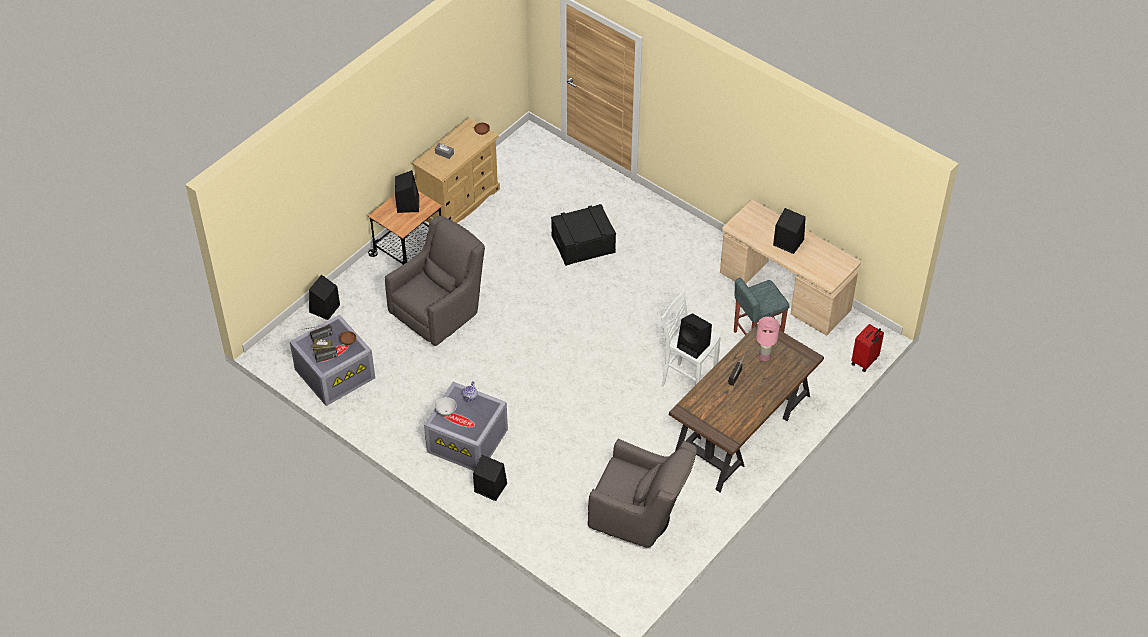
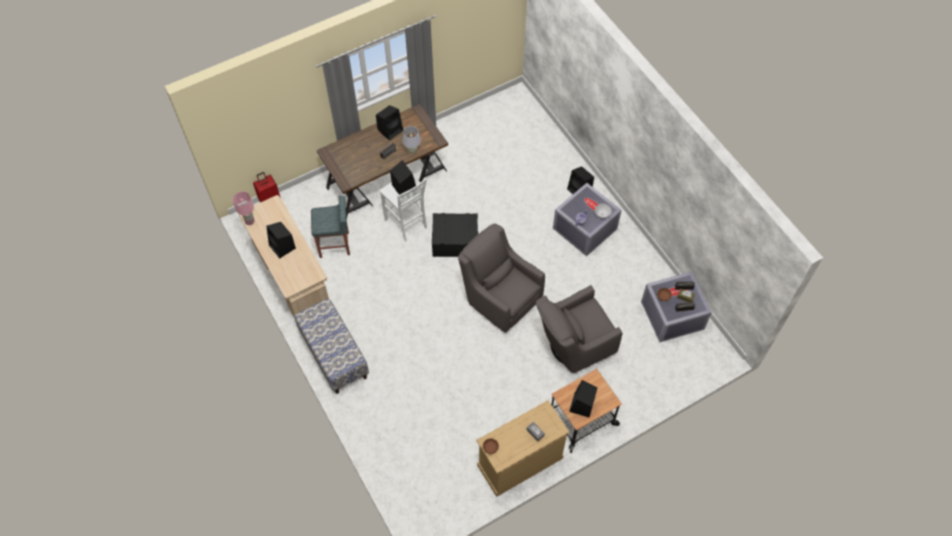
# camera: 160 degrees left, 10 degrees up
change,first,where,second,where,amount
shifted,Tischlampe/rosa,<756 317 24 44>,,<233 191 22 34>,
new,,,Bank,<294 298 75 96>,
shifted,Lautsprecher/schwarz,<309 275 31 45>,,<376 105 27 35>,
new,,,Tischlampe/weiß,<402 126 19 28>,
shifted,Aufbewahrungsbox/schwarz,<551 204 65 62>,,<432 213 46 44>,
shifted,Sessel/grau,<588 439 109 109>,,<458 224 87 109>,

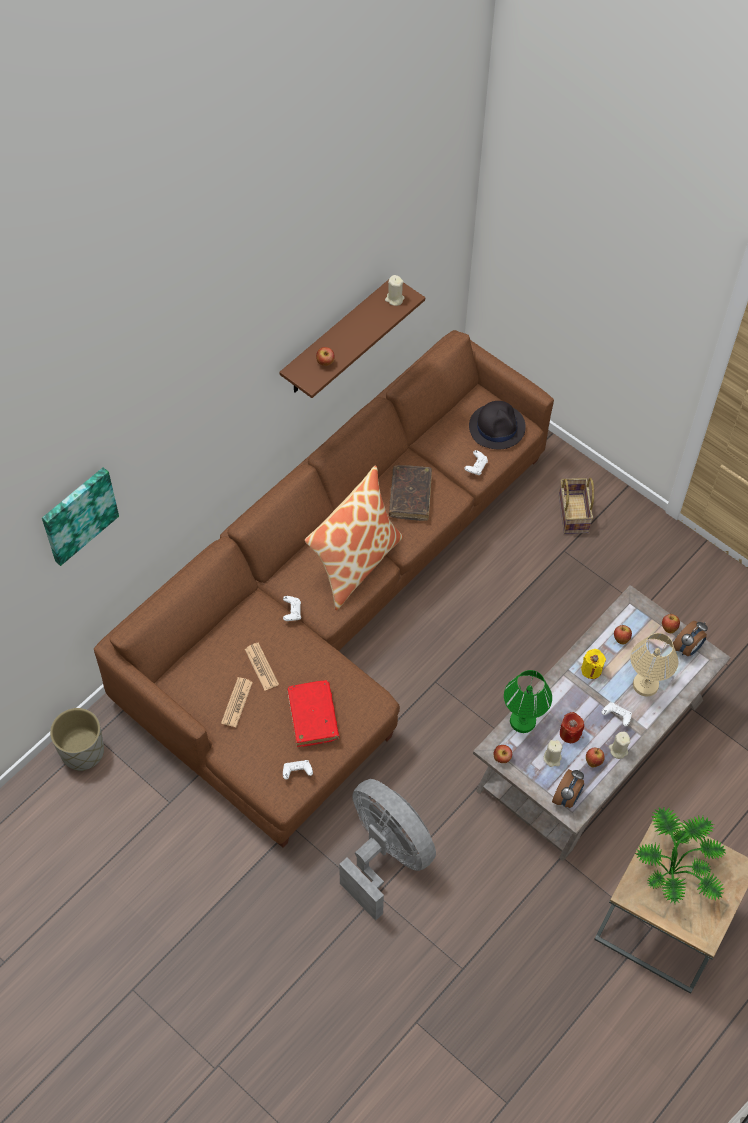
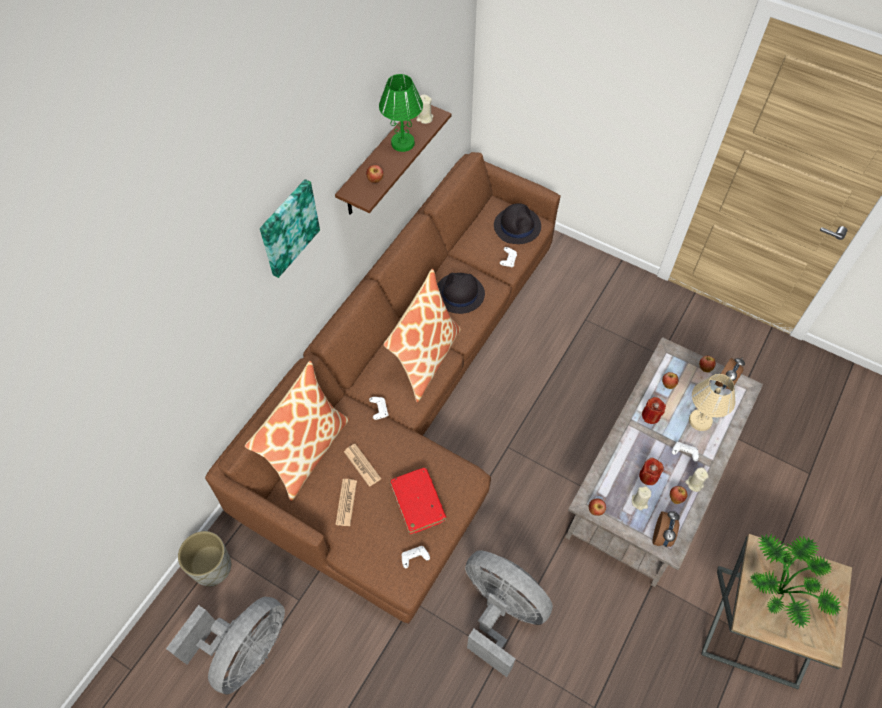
# camera: 10 degrees left, 0 degrees up
change,first,where,second,where,amount
new,,,Ventilator/grau,<166 597 119 98>,
new,,,Kissen,<245 361 104 140>,
shifted,Bild,<42 467 77 99>,,<260 179 60 99>,
shifted,Tischlampe/grün,<504 670 48 63>,,<379 74 44 78>,
swapped,Buch/braun,<389 465 43 56>,Hut/schwarz,<437 273 48 41>,
repainted,Kerze/gelb,<581 649 25 30>,Kerze/rot,<642 397 24 27>,
gone,Korb,<559 478 35 56>,,,

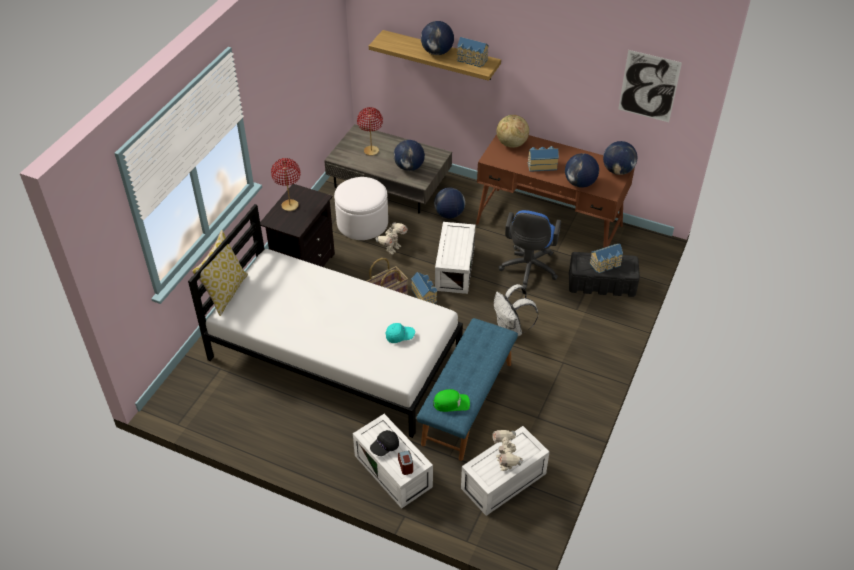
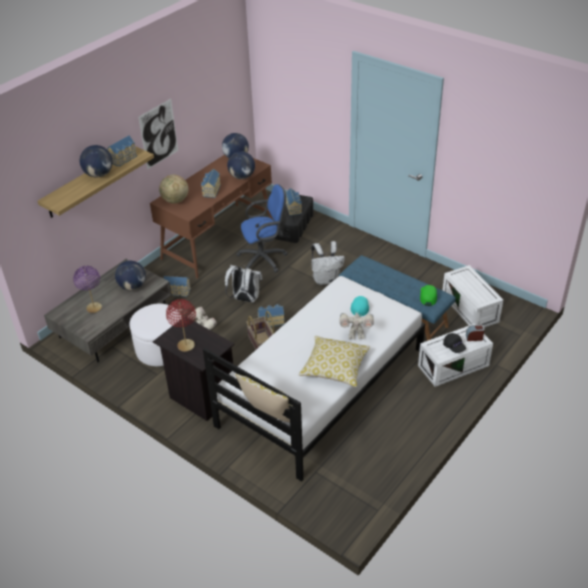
# camera: 75 degrees left, 5 degrees down
change,first,where,second,where,amount
repainted,Tischlampe/rot,<357 107 26 49>,Tischlampe/lila,<73 266 29 47>,
shifted,Bild,<618 50 64 72>,,<138 99 40 71>,
swapped,Globus,<434 188 31 31>,Spielzeughaus,<164 276 27 21>,
swapped,Aufbewahrungsbox/weiß,<435 222 40 72>,Rucksack/weiß,<225 265 38 38>,
rotated,Bürostuhl/blau,<499 210 62 79>,,<236 184 52 89>,45 degrees counterclockwise
new,,,Kissen,<299 336 71 51>,
shifted,Spielzeugroboter,<492 430 31 41>,,<339 313 35 27>,

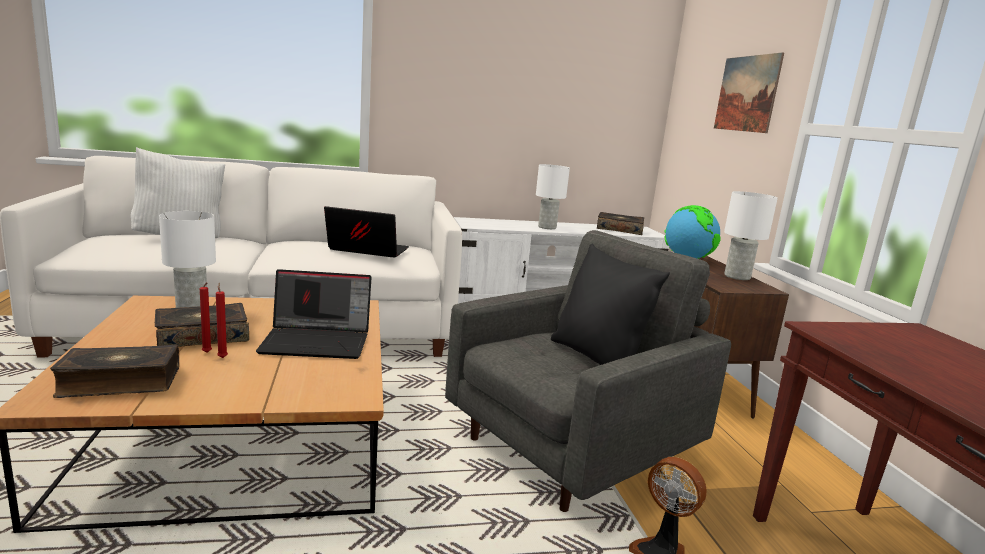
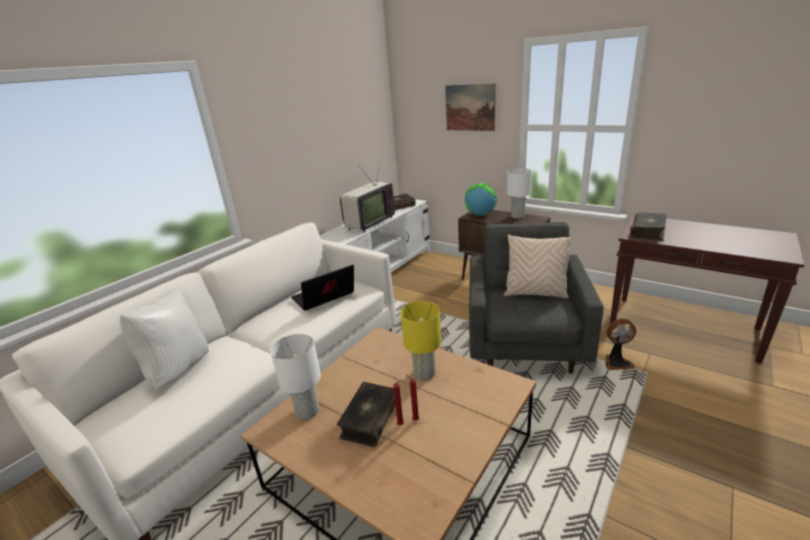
# camera: 40 degrees left, 10 degrees up
change,first,where,second,where,amount
swapped,Tischlampe/weiß,<536 164 34 65>,Fernseher,<340 155 55 78>,
swapped,Laptop,<256 269 116 90>,Tischlampe/gelb,<401 301 40 79>,
repainted,Kissen/schwarz,<551 244 119 121>,Kissen/beige,<504 234 68 64>,
shifted,Buch,<50 345 129 53>,,<630 212 37 29>,

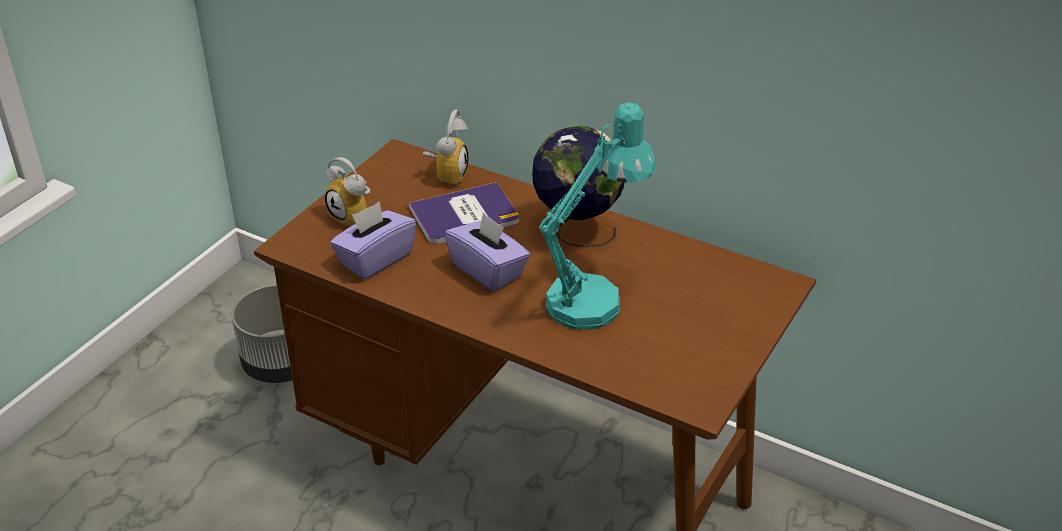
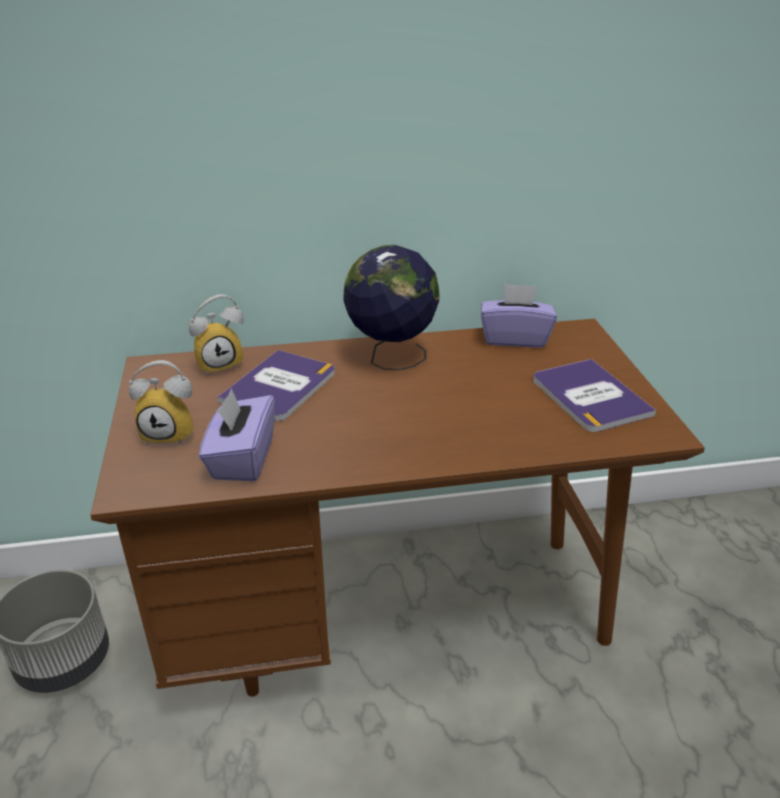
# camera: 40 degrees left, 5 degrees down
change,first,where,second,where,amount
rotated,Wecker,<423 110 46 76>,,<189 294 55 82>,90 degrees clockwise
shifted,Taschentuchbox/lila,<445 212 85 80>,,<481 283 76 65>,
new,,,Buch,<533 359 123 73>,
gone,Tischlampe/türkis,<539 103 117 227>,,,

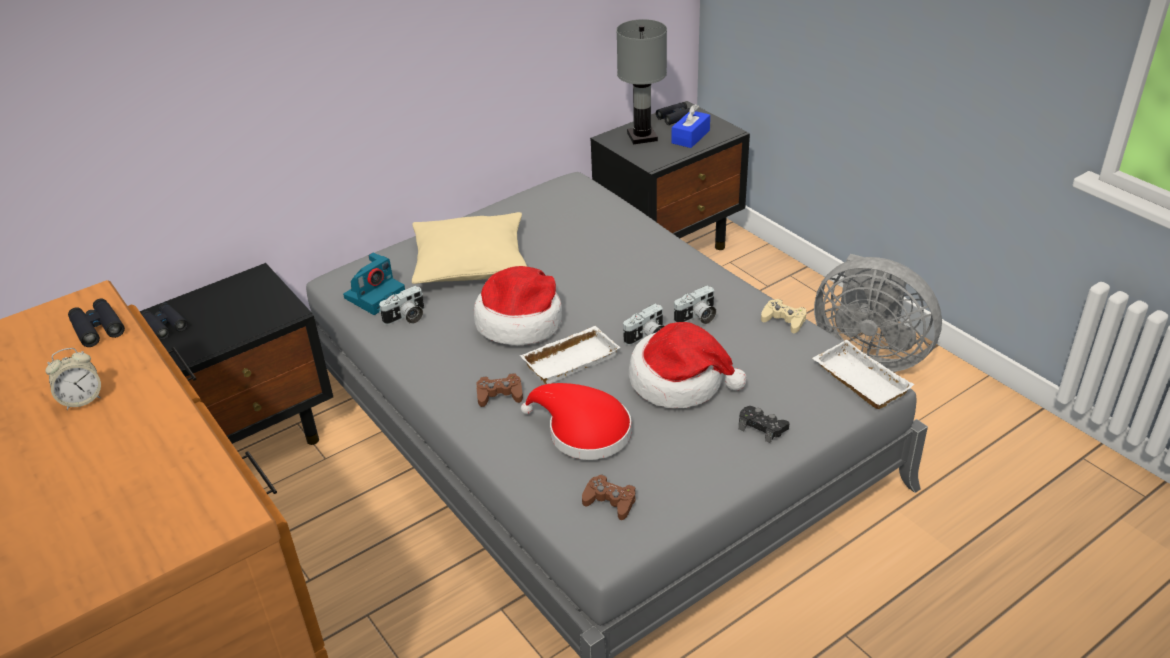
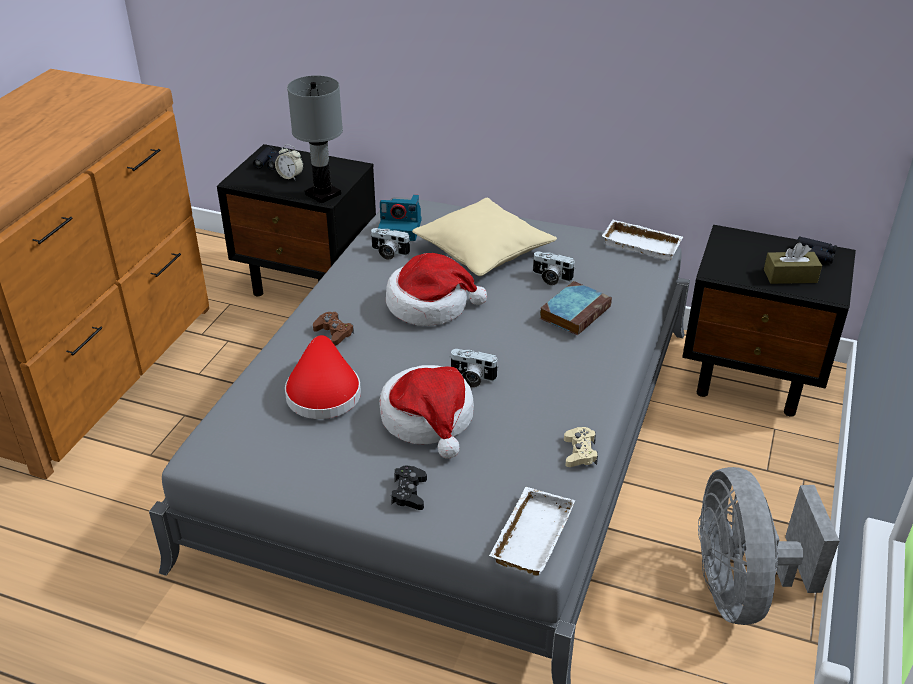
# camera: 55 degrees right, 0 degrees up
change,first,where,second,where,amount
shifted,Wecker,<45 348 56 62>,,<275 145 28 36>,
shifted,Tischlampe/grau,<616 19 51 125>,,<287 75 56 128>,
shifted,Kamera,<674 286 43 38>,,<532 251 43 35>,
new,,,Buch,<540 281 72 54>,
shifted,Tablett/weiß,<520 326 100 58>,,<602 219 81 41>,
repainted,Taschentuchbox/blau,<671 104 39 44>,Taschentuchbox/braun,<764 242 58 42>,
gone,Fernglas/schwarz,<68 299 57 48>,,,
gone,Gamepad/braun,<582 474 54 46>,,,

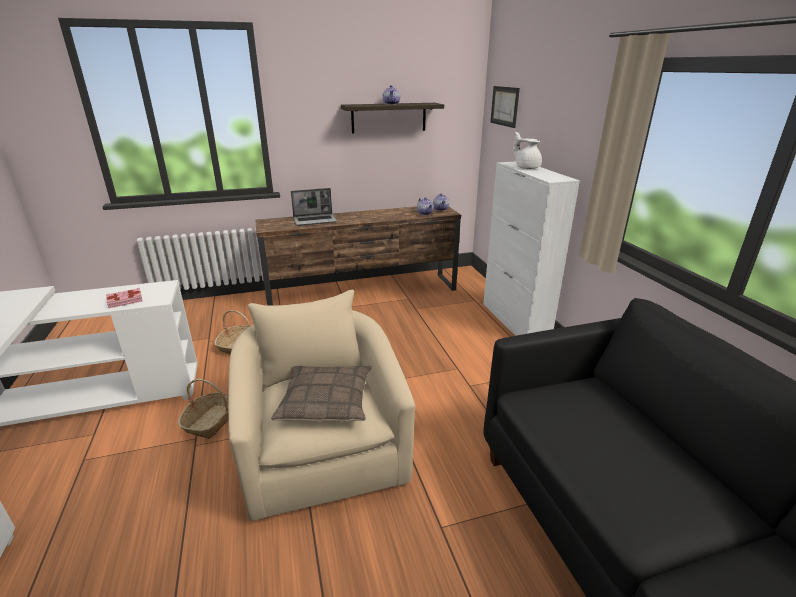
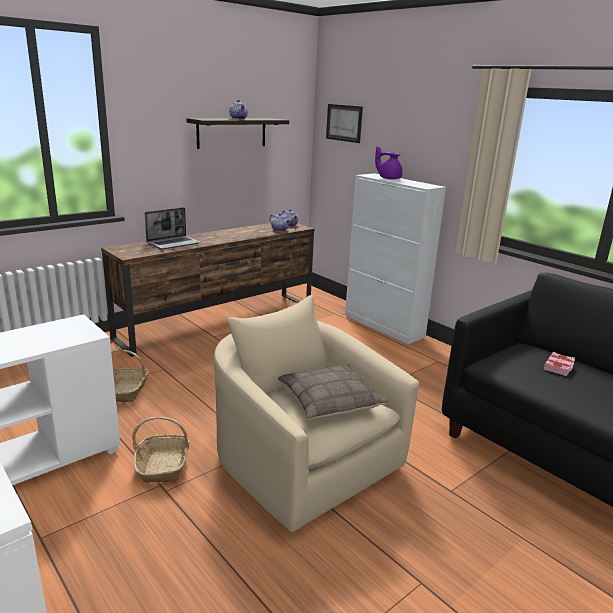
# camera: 25 degrees left, 5 degrees down
change,first,where,second,where,amount
repainted,Teekanne/weiß,<514 132 28 37>,Teekanne/lila,<375 146 28 33>,
shifted,Buch/rosa,<106 288 37 20>,,<544 352 31 24>,

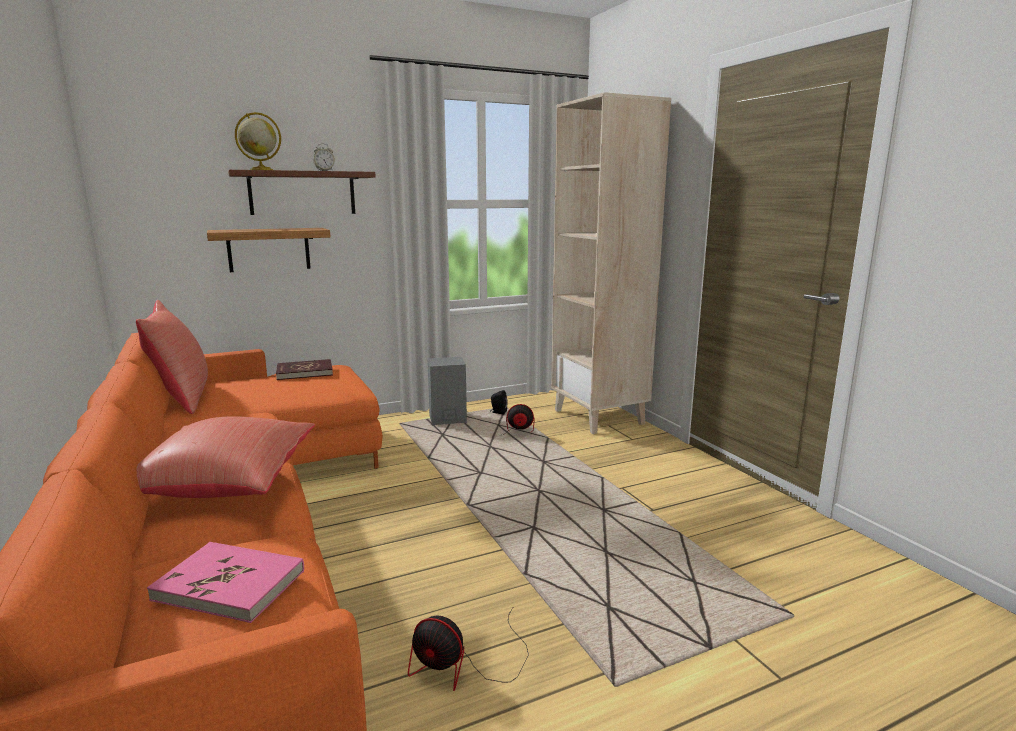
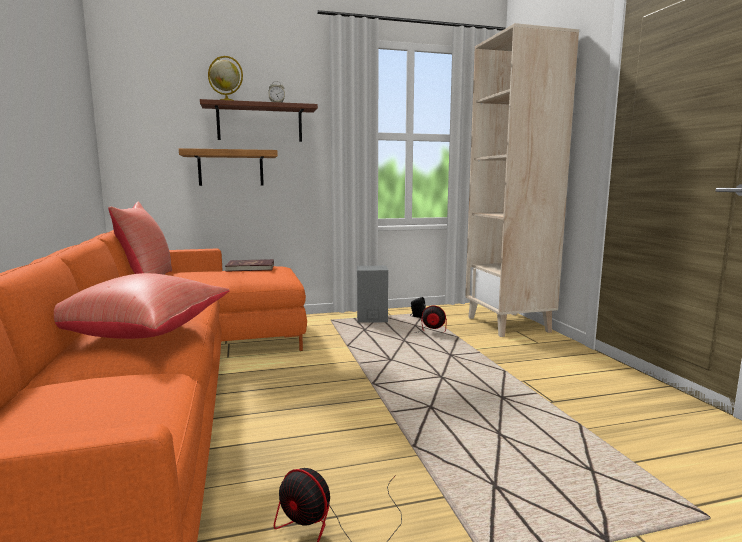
# camera: 10 degrees right, 5 degrees down
change,first,where,second,where,amount
gone,Buch/rosa,<147 542 157 81>,,,

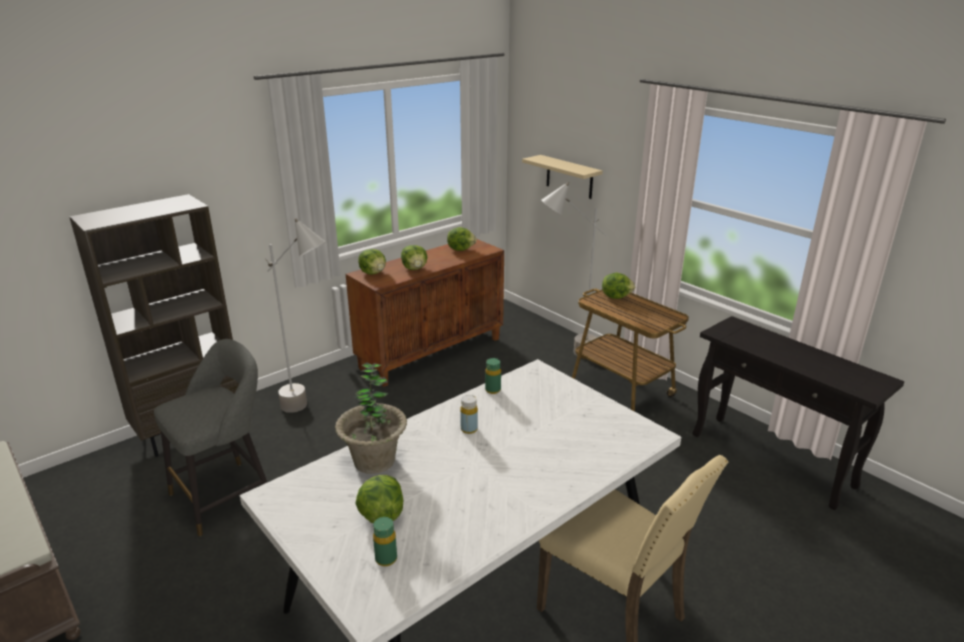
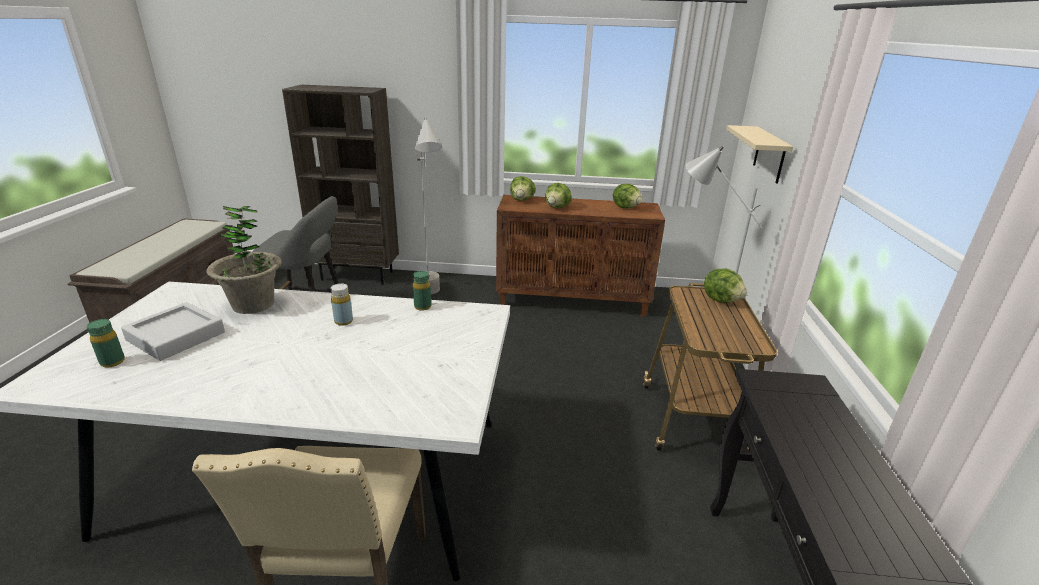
# camera: 45 degrees right, 0 degrees up
change,first,where,second,where,amount
swapped,Salatkopf,<355 475 48 48>,Tablett/grau,<121 302 104 59>,

